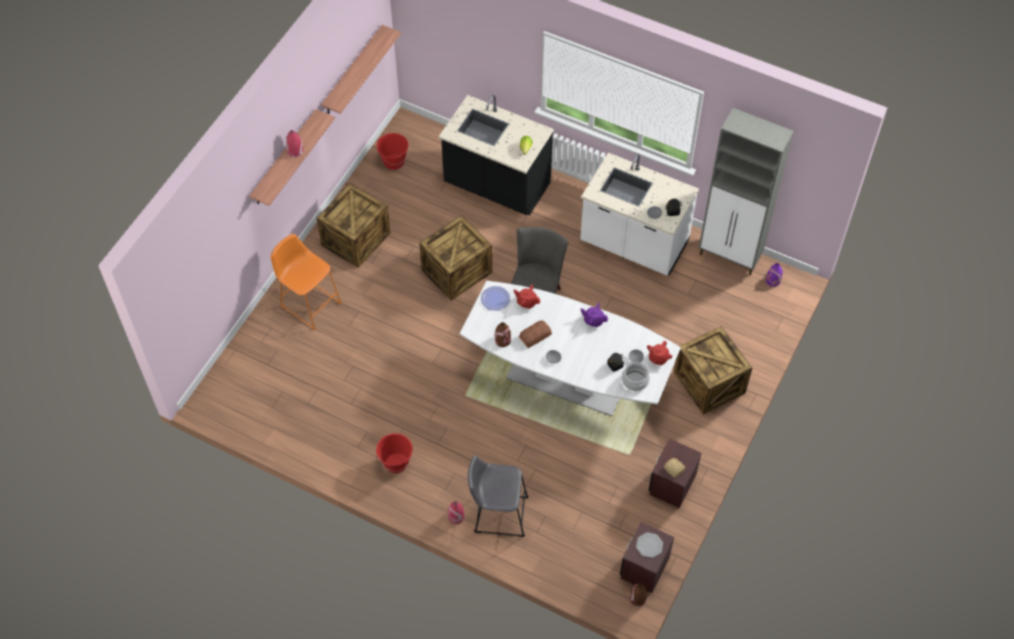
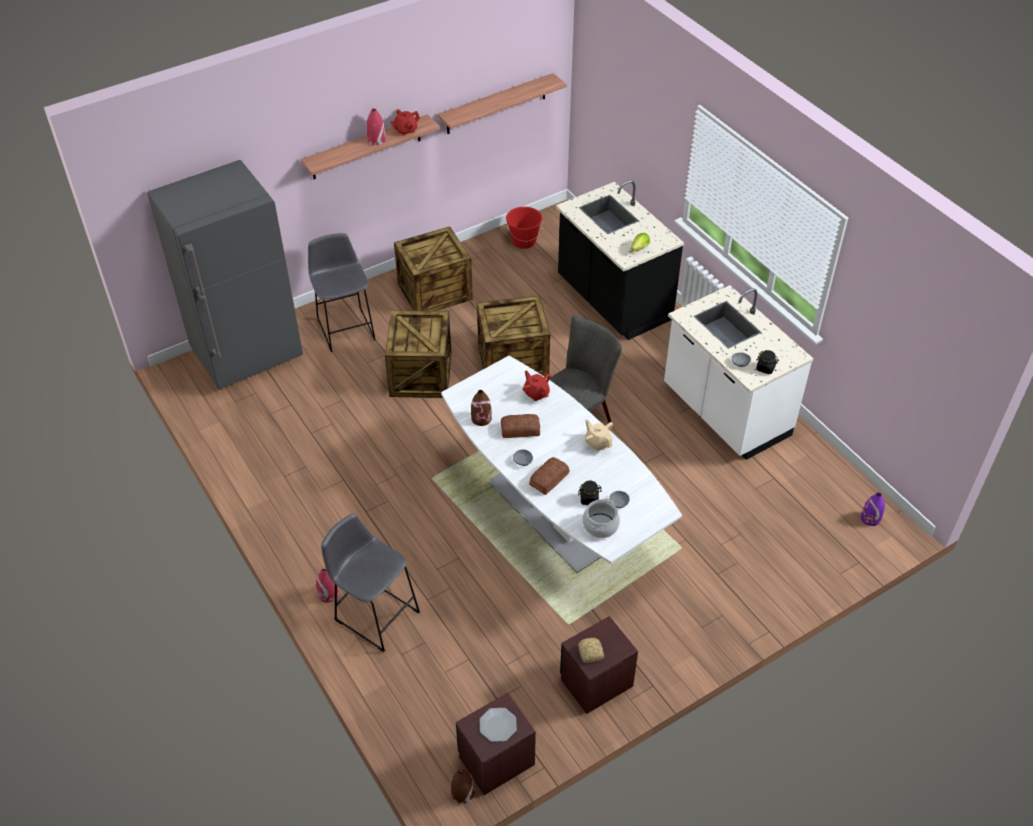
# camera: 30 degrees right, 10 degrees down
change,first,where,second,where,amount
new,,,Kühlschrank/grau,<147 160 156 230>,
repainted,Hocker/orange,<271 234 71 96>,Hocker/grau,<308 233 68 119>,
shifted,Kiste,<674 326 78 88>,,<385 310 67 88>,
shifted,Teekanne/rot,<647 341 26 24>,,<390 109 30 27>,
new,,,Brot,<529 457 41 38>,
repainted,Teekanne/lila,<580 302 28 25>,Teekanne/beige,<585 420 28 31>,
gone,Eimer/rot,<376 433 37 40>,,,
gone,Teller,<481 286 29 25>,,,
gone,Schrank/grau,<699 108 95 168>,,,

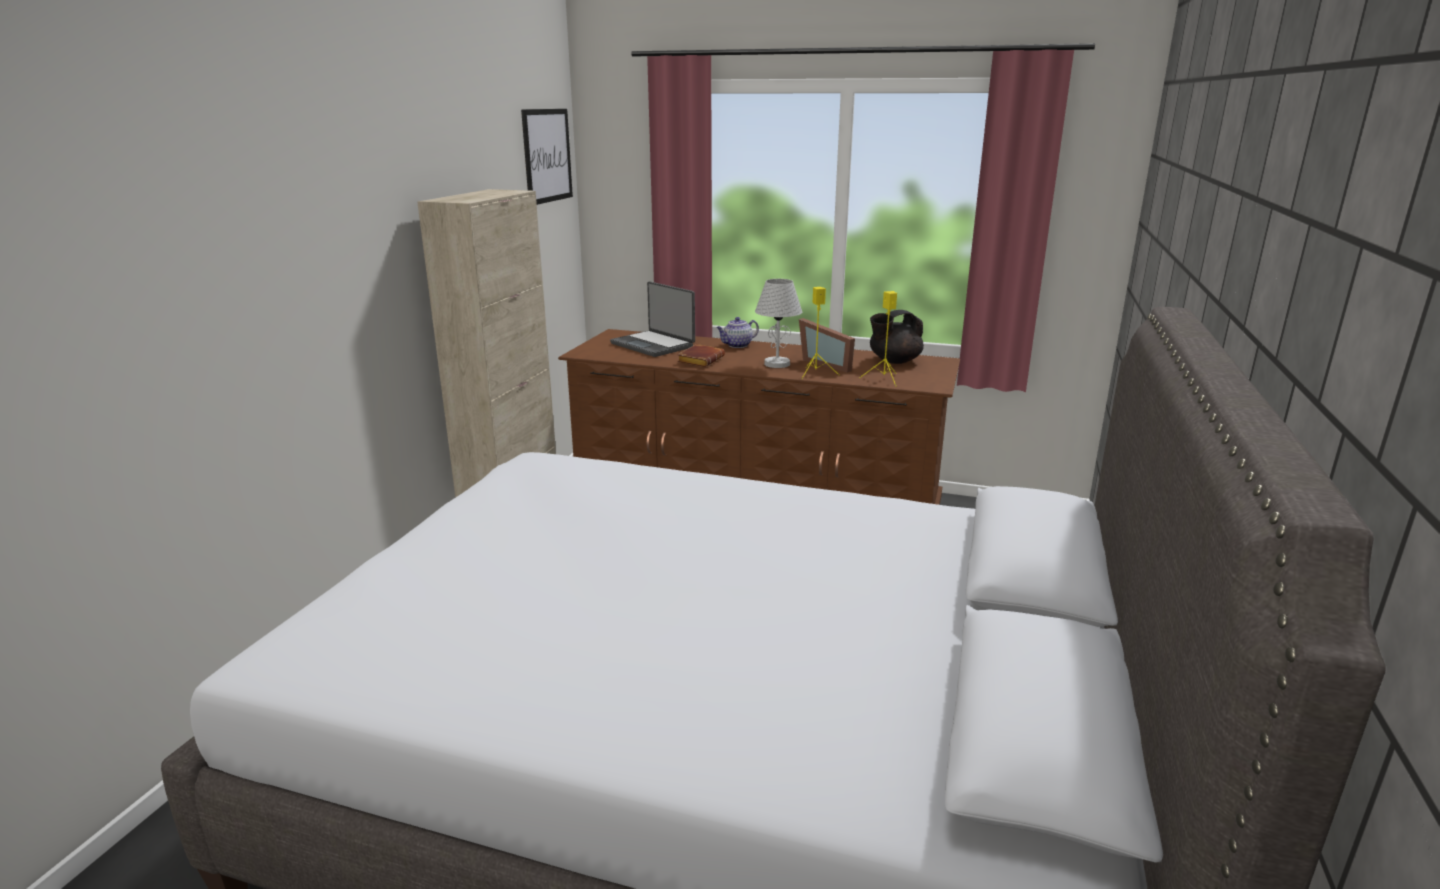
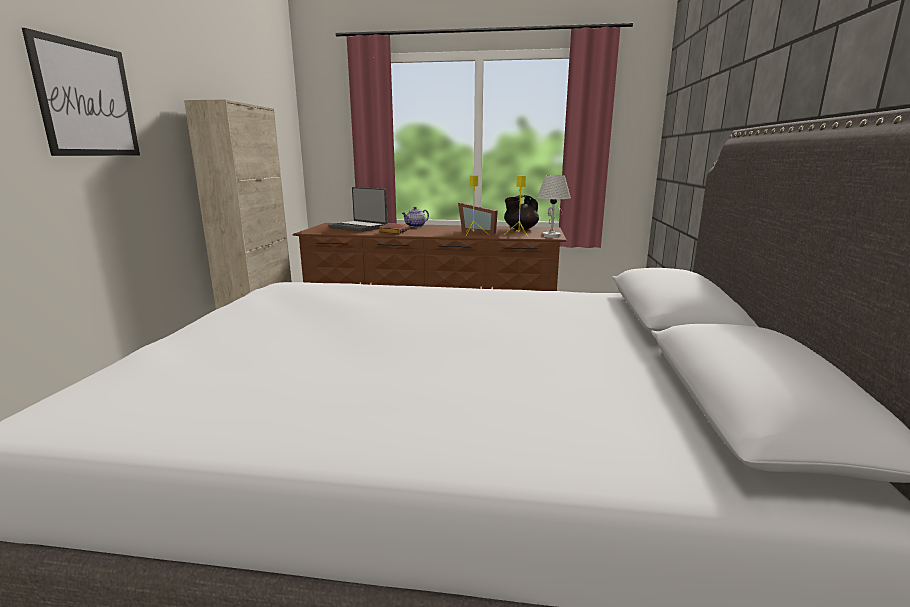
# camera: 10 degrees left, 5 degrees down
change,first,where,second,where,amount
shifted,Bild,<521 109 52 96>,,<22 28 118 128>,
shifted,Tischlampe/weiß,<755 279 47 89>,,<537 175 34 63>,

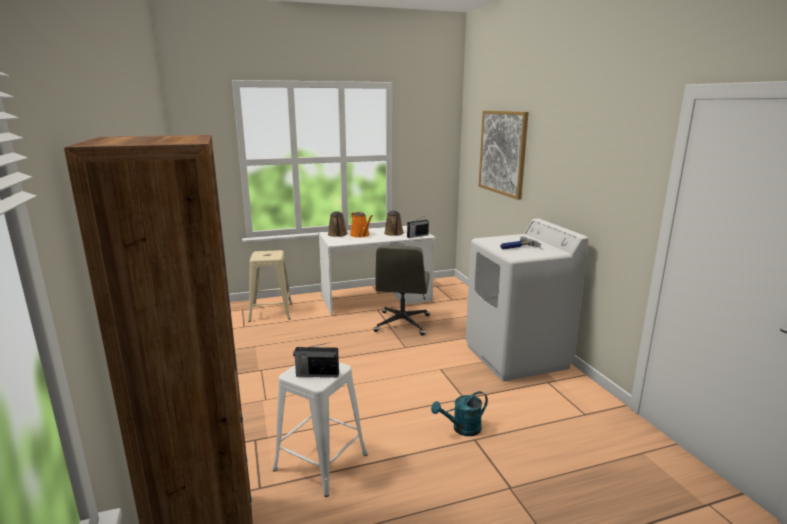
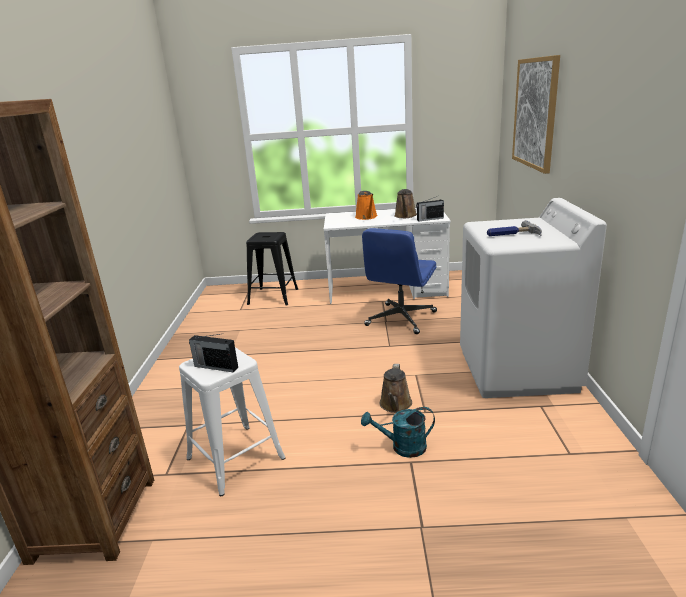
# camera: 20 degrees right, 5 degrees up
change,first,where,second,where,amount
repainted,Hocker/beige,<248 250 44 72>,Hocker/schwarz,<246 232 52 74>,
repainted,Bürostuhl/grau,<373 245 57 91>,Bürostuhl/blau,<362 228 75 106>,
shifted,Gießkanne/braun,<328 211 20 26>,,<380 364 32 49>,

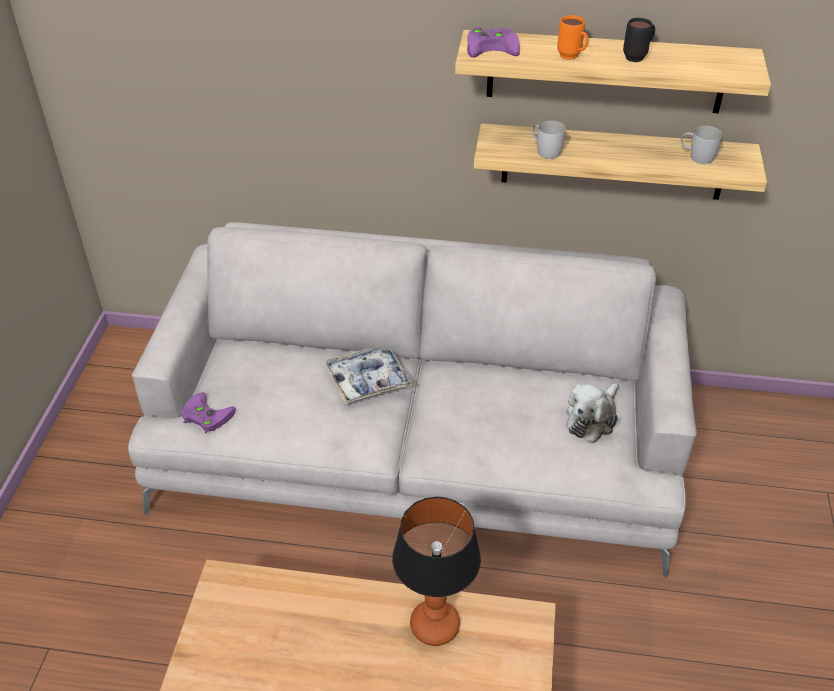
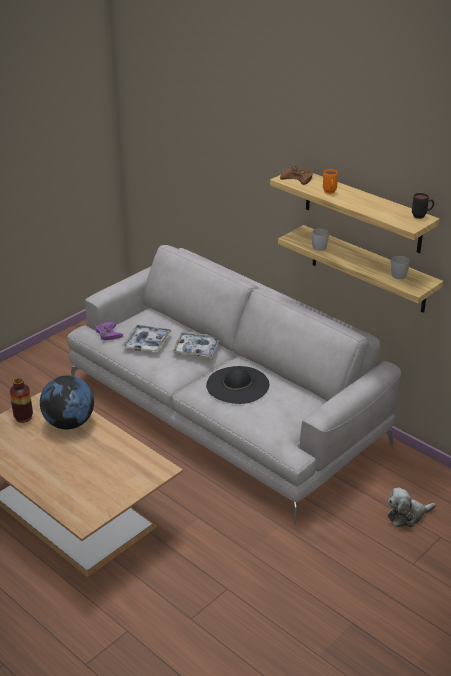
# camera: 35 degrees right, 10 degrees down
change,first,where,second,where,amount
new,,,Vase,<10 378 23 45>,
new,,,Globus,<40 375 54 54>,
new,,,Tablett,<122 324 50 28>,
new,,,Hut/schwarz,<206 366 63 38>,
repainted,Gamepad/lila,<467 26 53 32>,Gamepad/braun,<280 165 33 20>,
shifted,Plüschtier,<566 383 53 60>,,<388 488 48 39>,
shifted,Henkelbecher/schwarz,<623 18 32 44>,,<412 193 22 26>,
gone,Tischlampe,<392 496 89 150>,,,

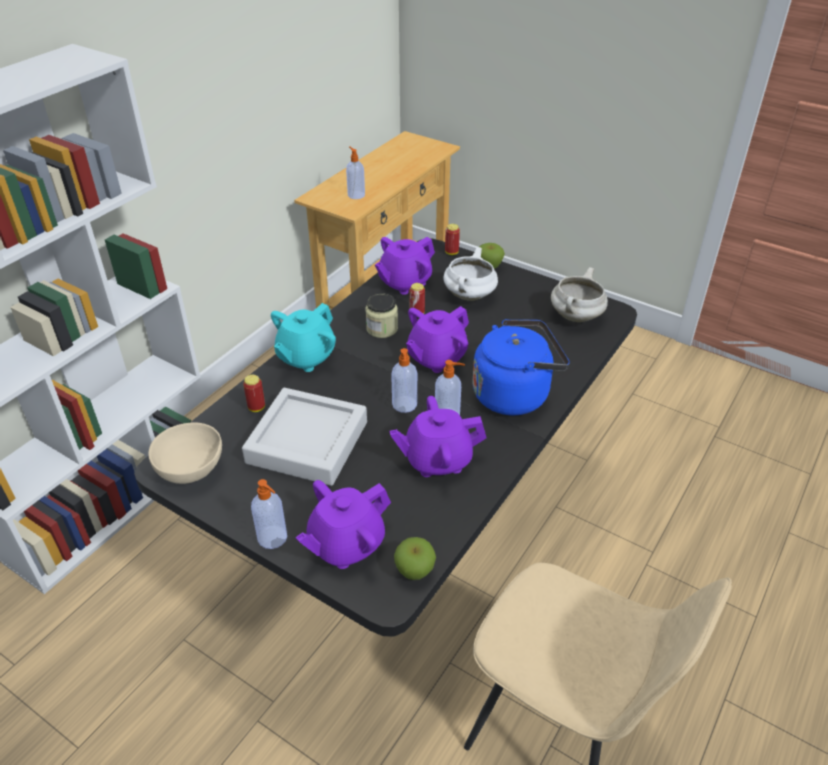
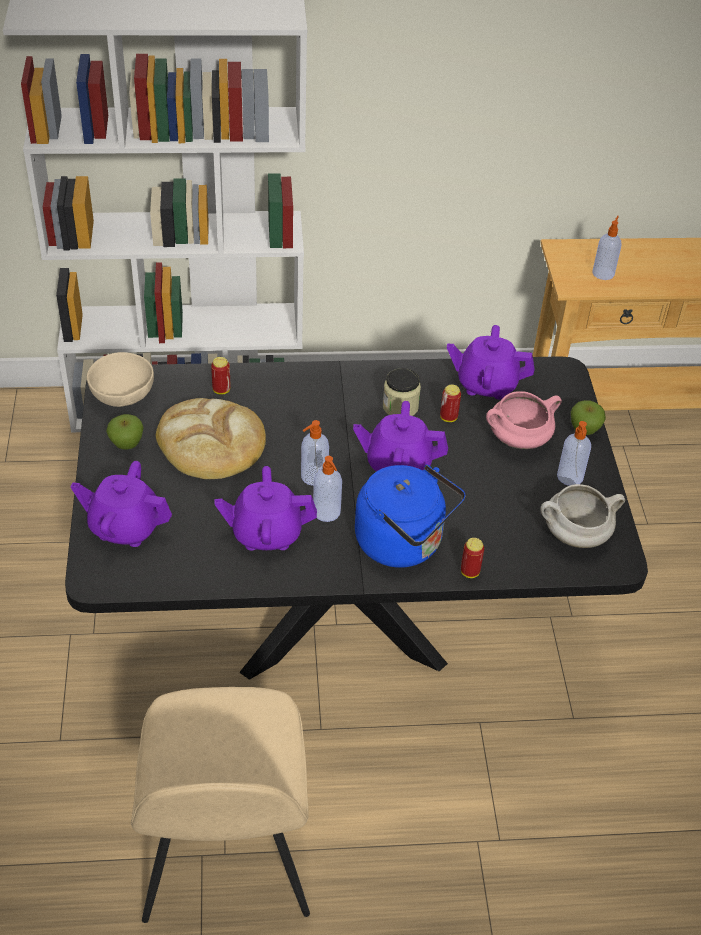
# camera: 50 degrees right, 5 degrees up
change,first,where,second,where,amount
shifted,Apfel,<394 537 42 43>,,<106 414 38 36>,
swapped,Tablett/grau,<242 387 125 99>,Brot,<156 398 110 81>,
rotated,Teekanne/lila,<389 396 98 81>,,<214 466 103 85>,45 degrees counterclockwise
shifted,Dose,<445 224 15 31>,,<461 538 23 40>,
repainted,Kochtopf/weiß,<443 247 55 54>,Kochtopf/rosa,<486 391 76 58>,
shifted,Seifenspender,<251 479 36 70>,,<557 421 34 65>,
gone,Teekanne/türkis,<271 303 65 69>,,,

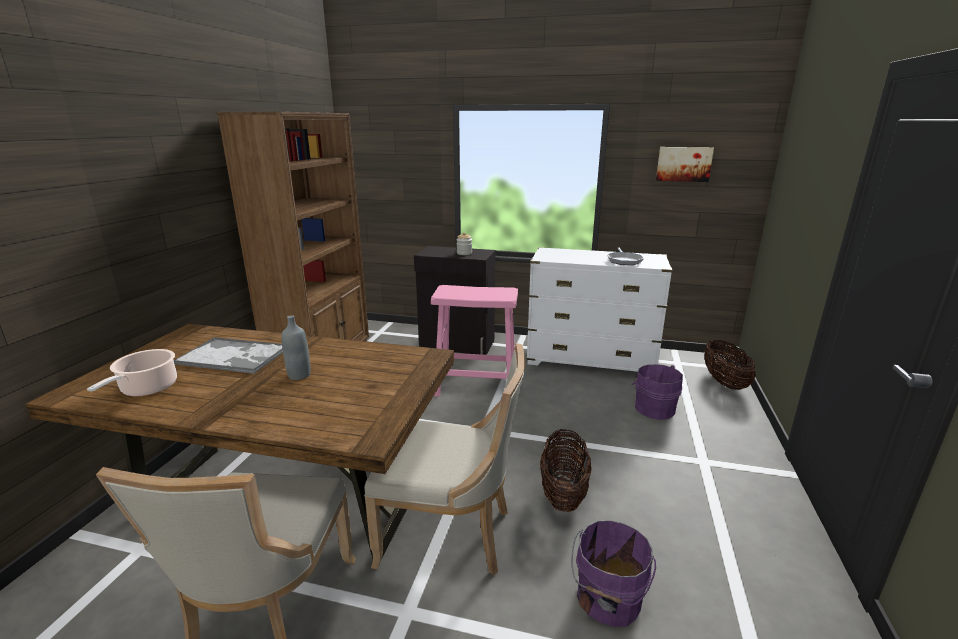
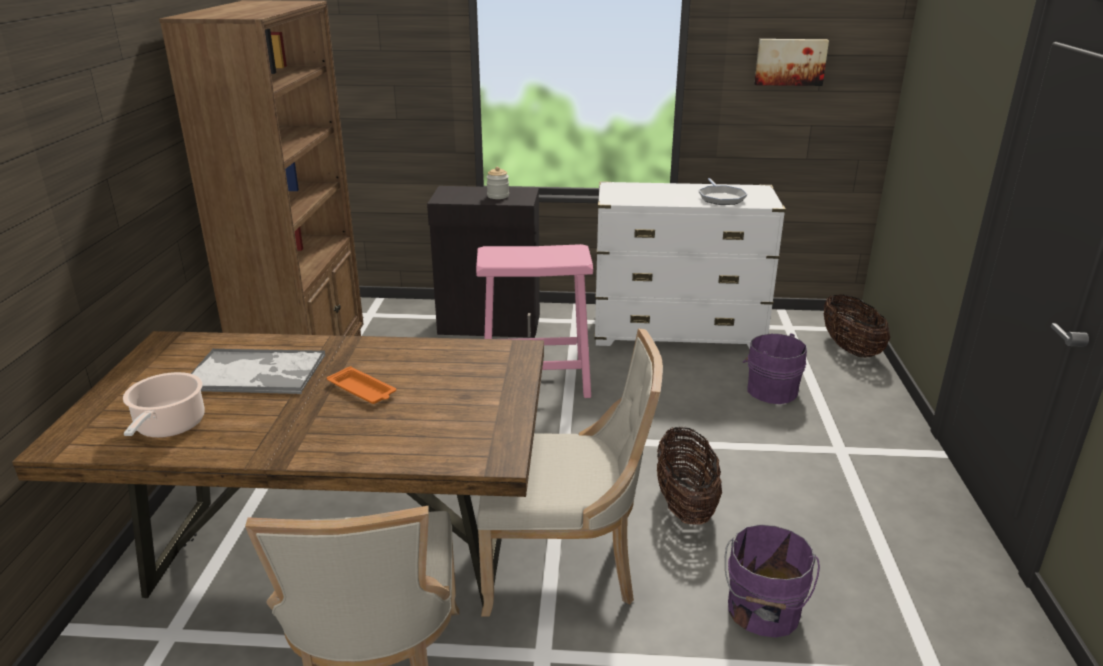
# camera: 10 degrees left, 5 degrees up
change,first,where,second,where,amount
swapped,Flasche/grau,<281 315 30 65>,Tablett/orange,<327 366 69 38>,

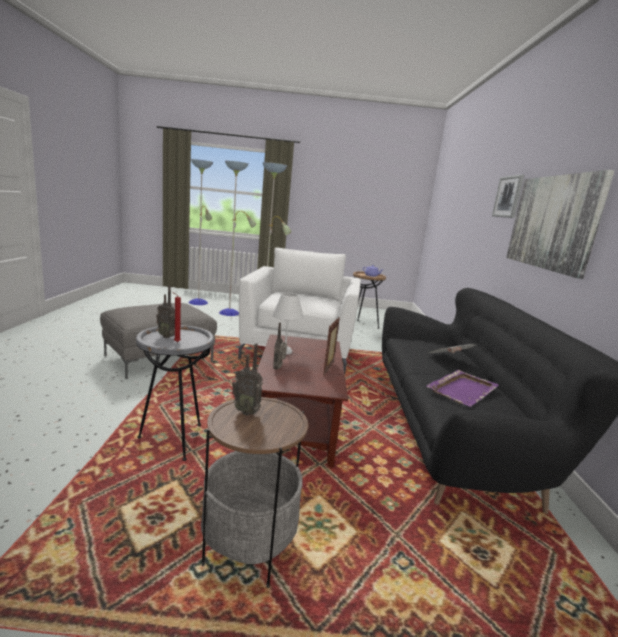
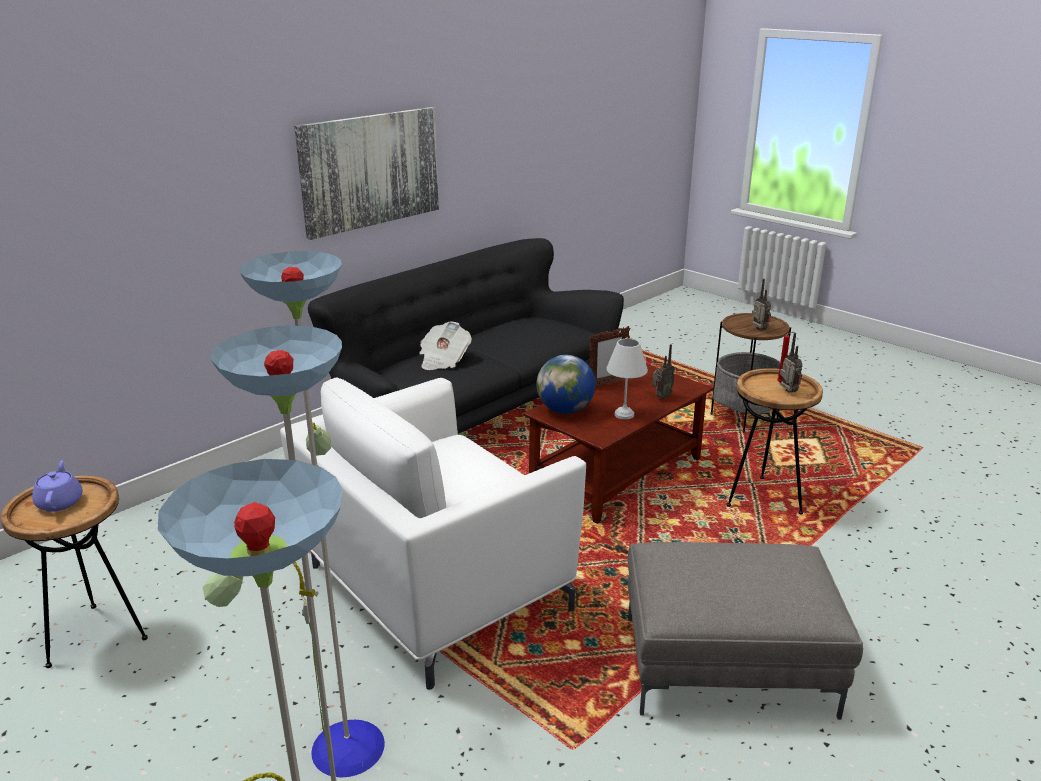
# camera: 135 degrees left, 10 degrees up
change,first,where,second,where,amount
new,,,Globus,<536 355 60 59>,
repainted,Beistelltisch/grau,<136 325 78 136>,Beistelltisch/braun,<727 368 96 146>,
gone,Tablett/lila,<426 370 73 37>,,,
gone,Bild,<492 174 32 44>,,,

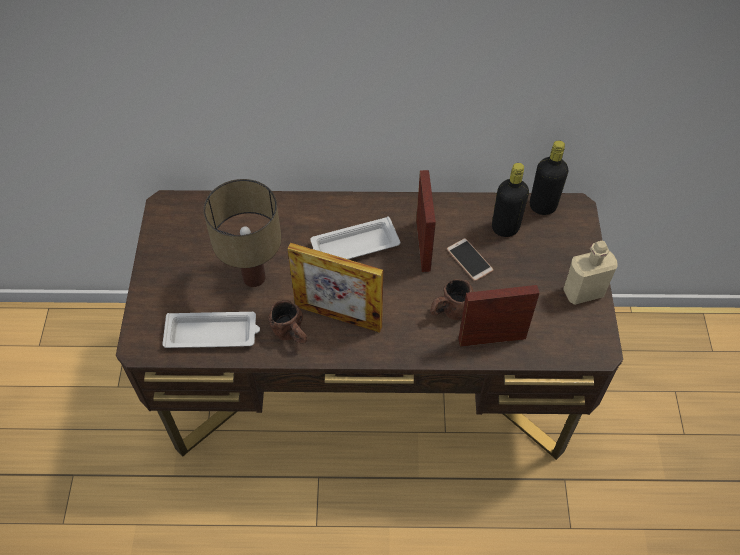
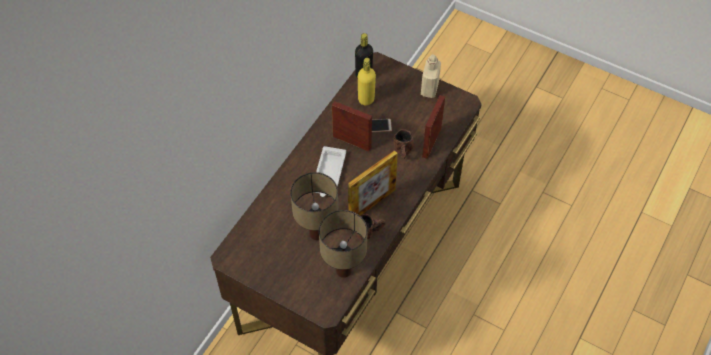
# camera: 60 degrees left, 0 degrees up
change,first,where,second,where,amount
swapped,Tablett/weiß,<162 312 98 36>,Tischlampe,<319 210 49 68>,
repainted,Flasche/schwarz,<492 163 37 74>,Flasche/gelb,<358 58 18 47>,

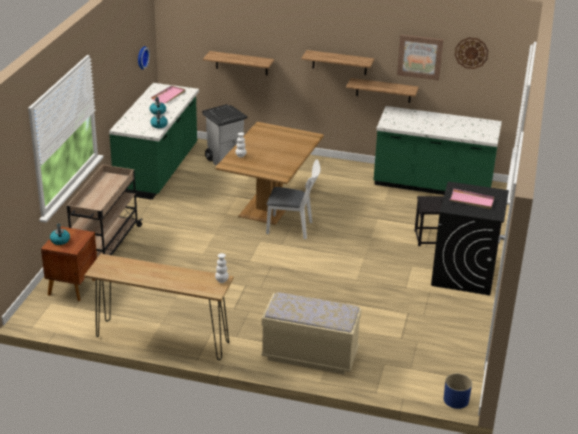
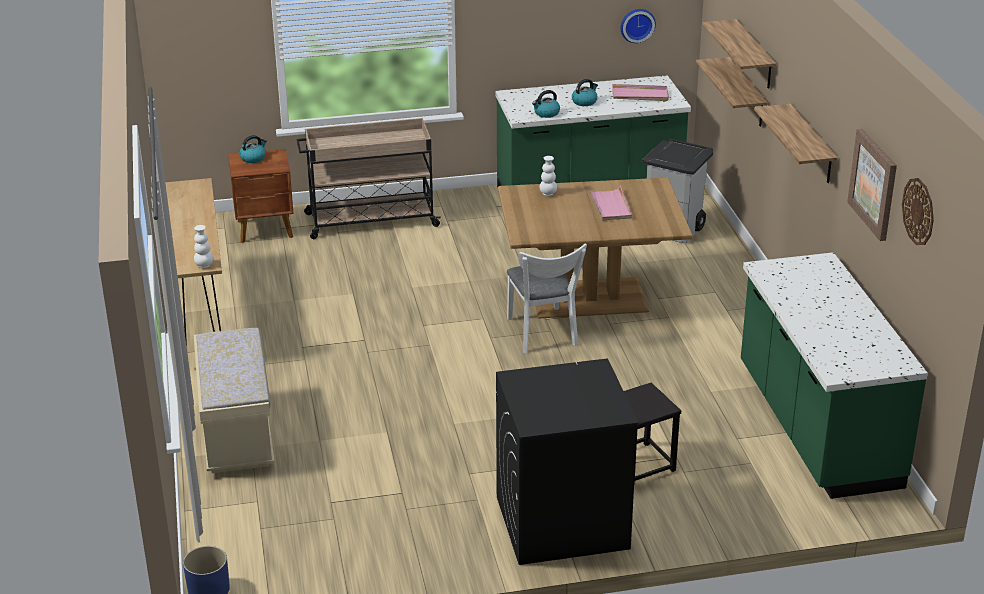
# camera: 65 degrees right, 0 degrees up
change,first,where,second,where,amount
shifted,Tablett/rosa,<449 188 45 21>,,<588 186 44 35>,
shifted,Wandregal,<346 78 73 25>,,<703 19 73 70>,

